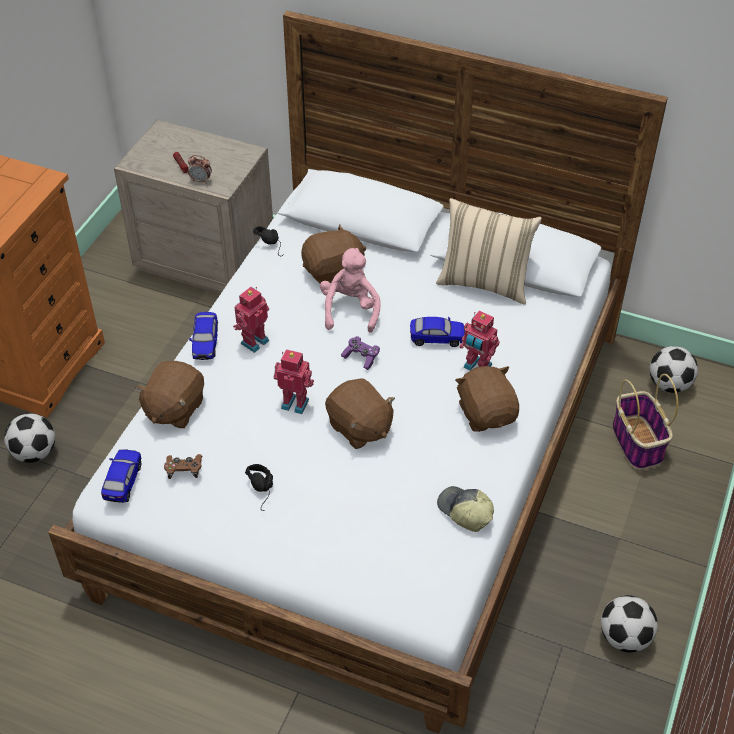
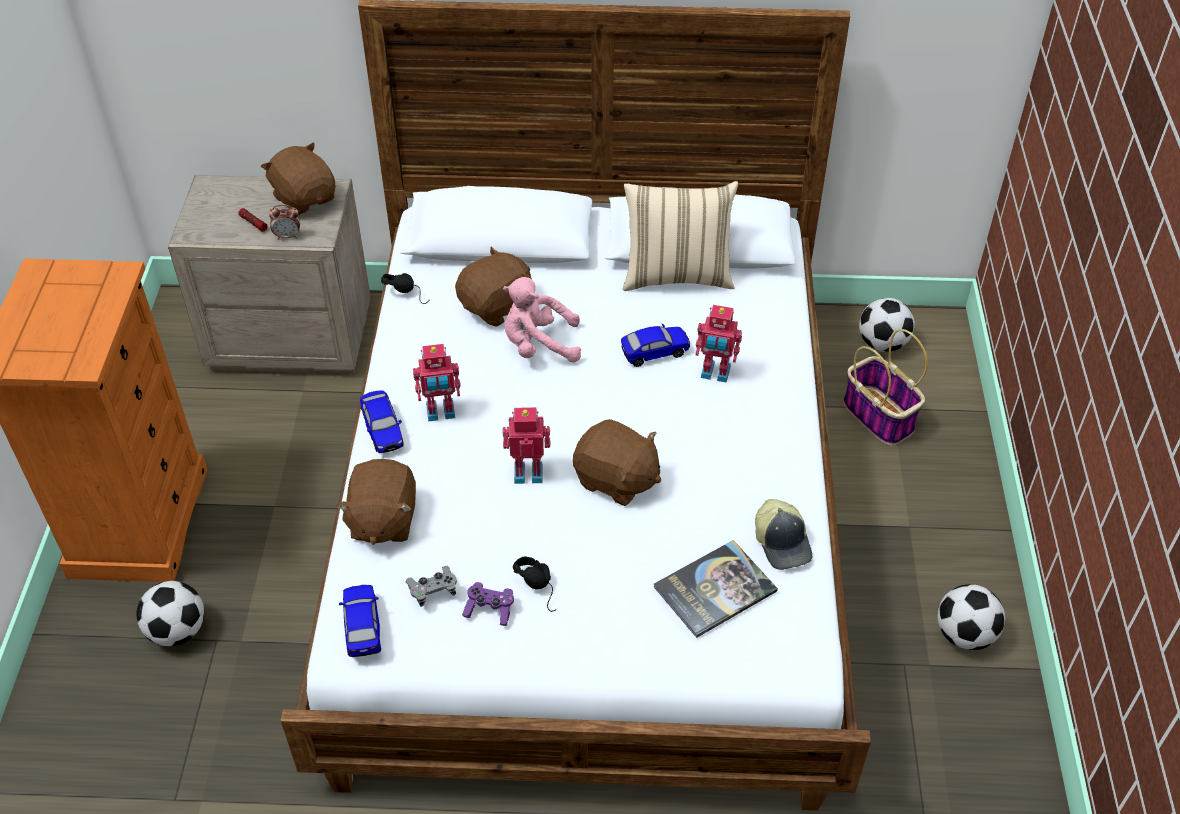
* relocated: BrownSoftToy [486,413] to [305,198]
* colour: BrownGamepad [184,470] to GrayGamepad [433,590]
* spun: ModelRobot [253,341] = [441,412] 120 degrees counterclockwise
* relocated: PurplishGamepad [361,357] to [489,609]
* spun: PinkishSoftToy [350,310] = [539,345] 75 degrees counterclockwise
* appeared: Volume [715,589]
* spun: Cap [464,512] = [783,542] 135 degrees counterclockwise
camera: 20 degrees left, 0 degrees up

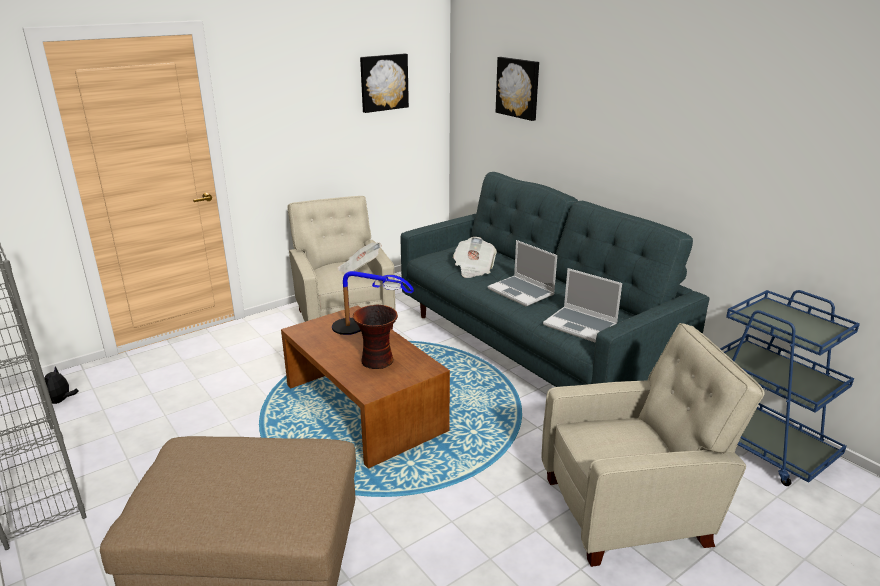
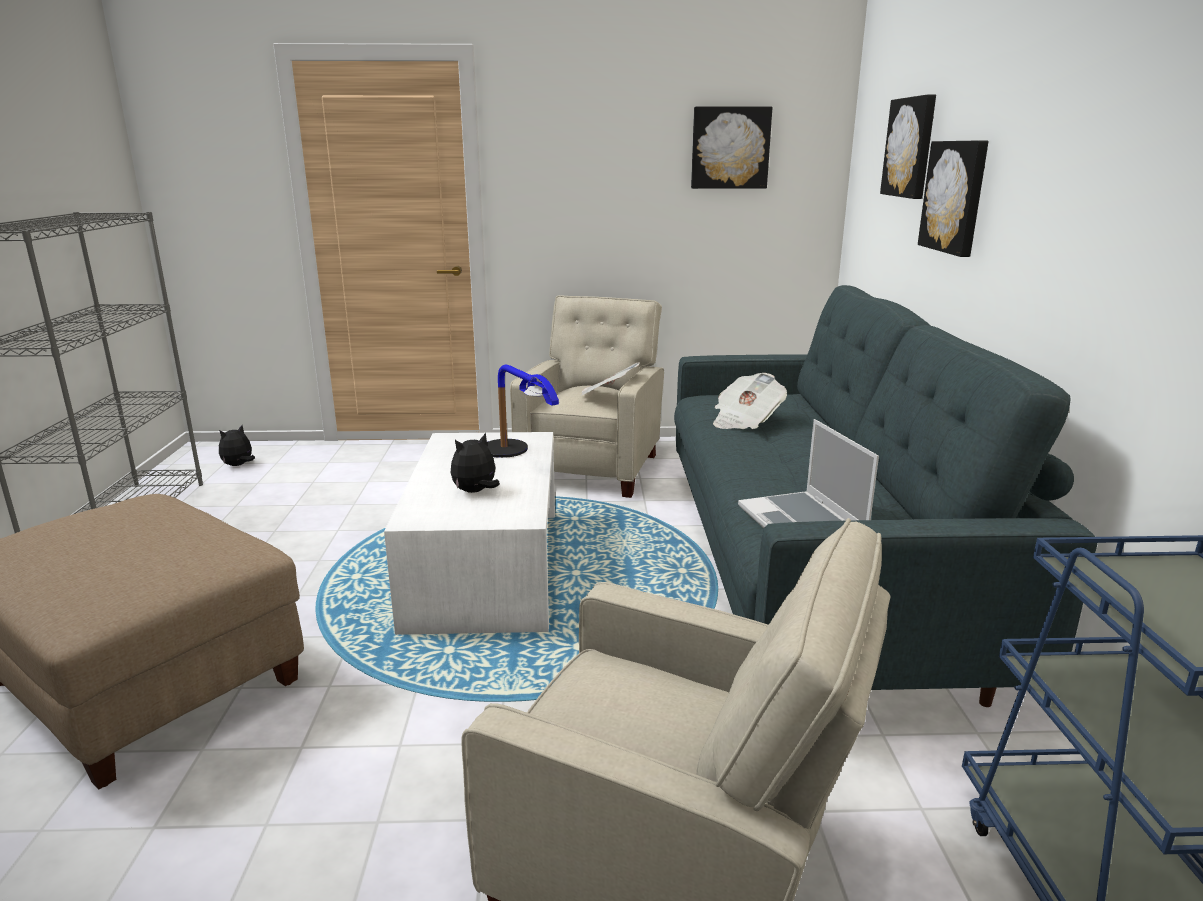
* colour: BrownLowTable [365,407] to WhitishLowTable [487,567]
* exchanged: DecorativeVase [377,361] to SoftToy [475,492]
* appeared: WallArt [955,197]
* missing: PortableComputer [522,292]
camera: 35 degrees right, 5 degrees down

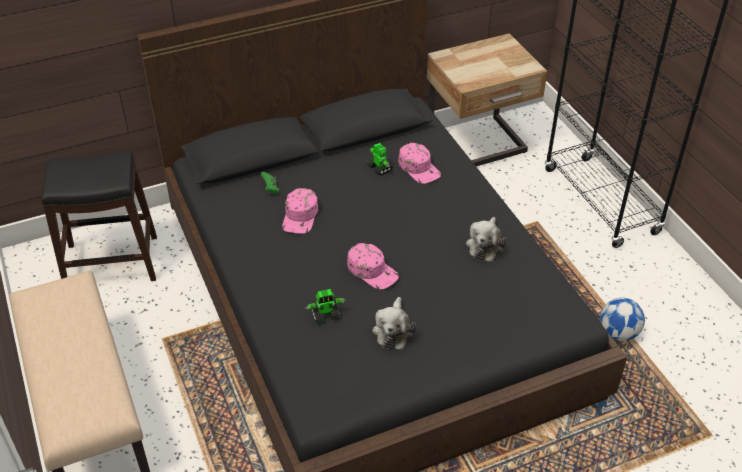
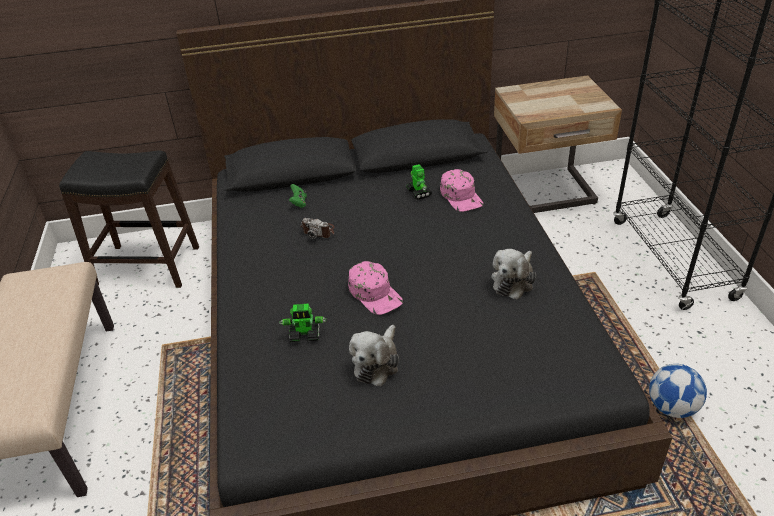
* exchanged: PinkishCap [300,216] to PhotoCamera [319,231]
camera: 15 degrees right, 5 degrees down

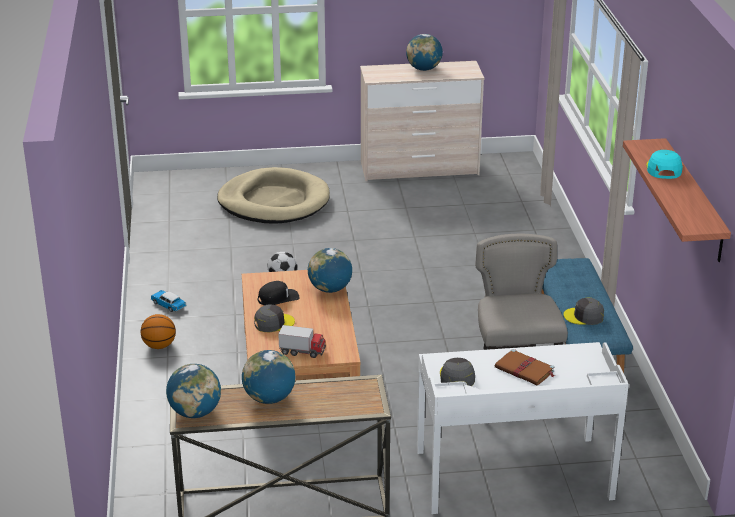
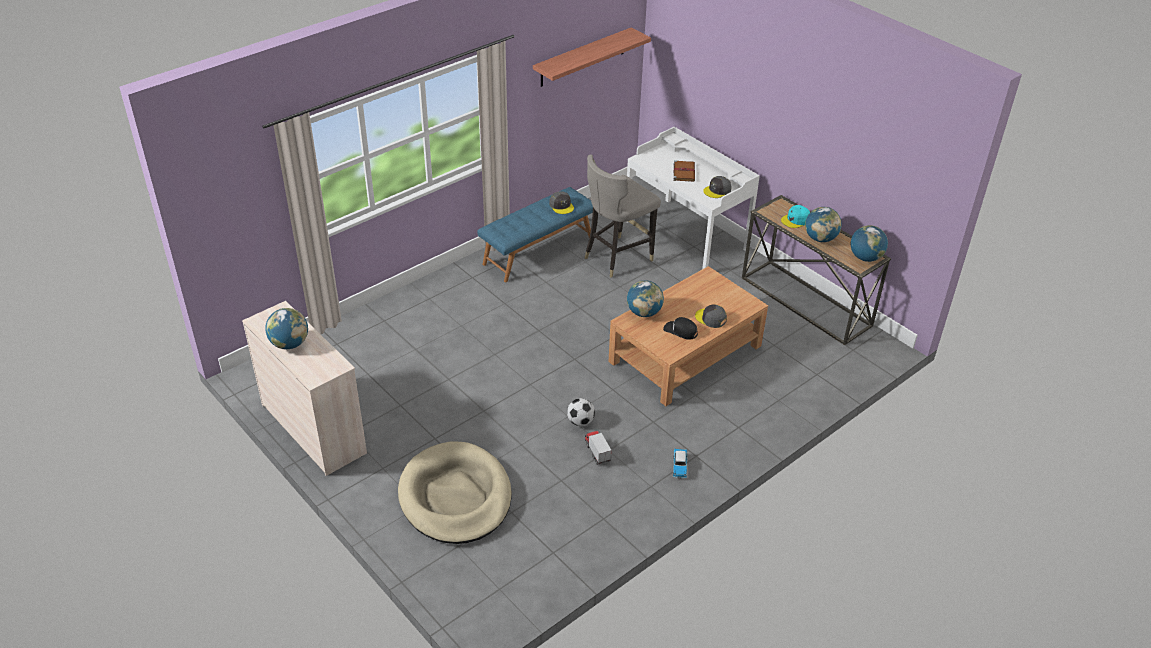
* relocated: ToyTruck [302,351] to [597,452]
* relocated: TurquoiseColouredCap [663,169] to [796,220]
* missing: BasketballBall [159,346]
camera: 125 degrees left, 10 degrees up

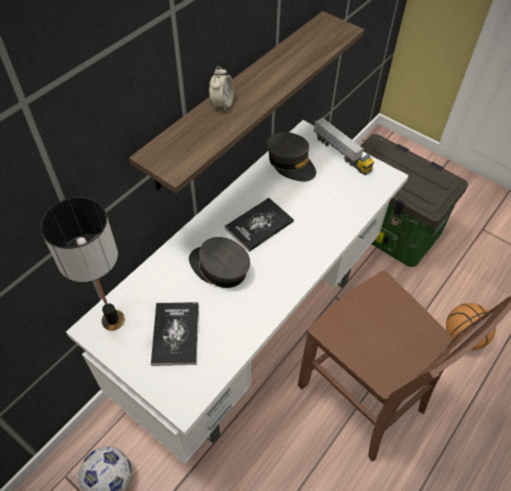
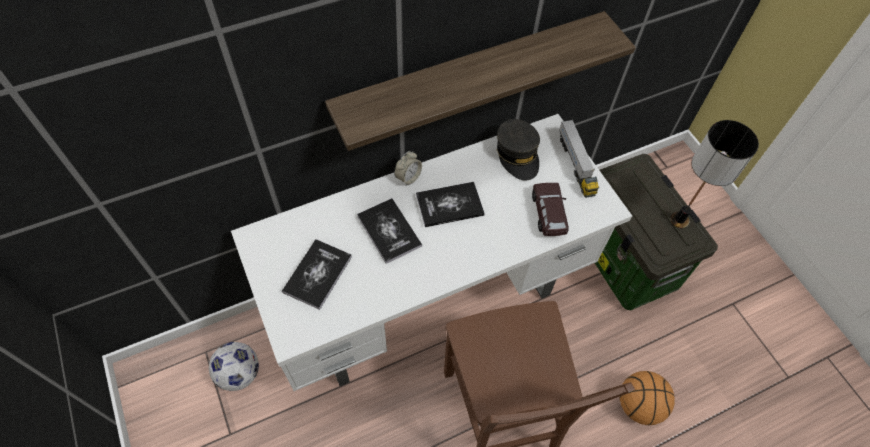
* exchanged: GrayCap [219,268] to Volume [389,231]
* relocated: TableClock [222,104] to [408,177]
* appeared: BrownMiniatureCar [548,214]
* relocated: LampForATable [112,320] to [678,220]
camera: 25 degrees right, 5 degrees up

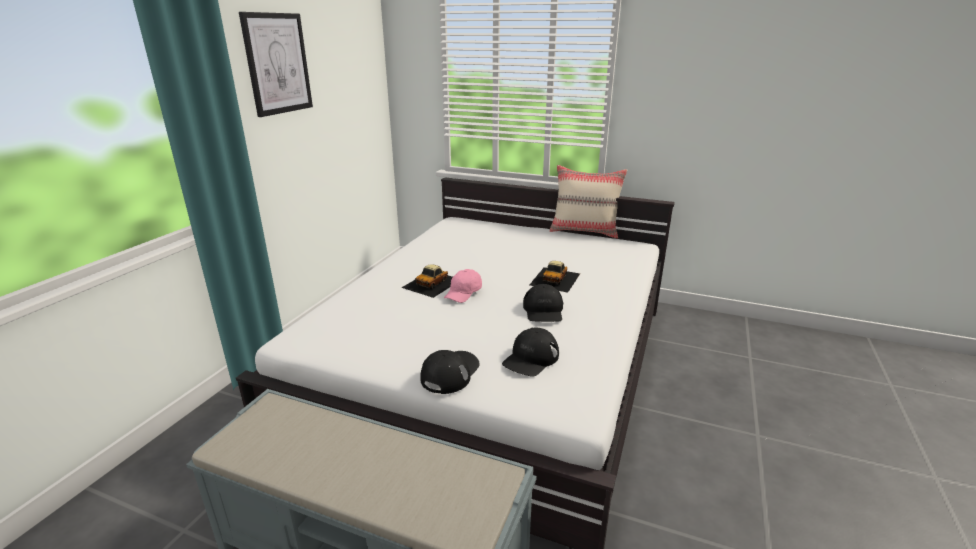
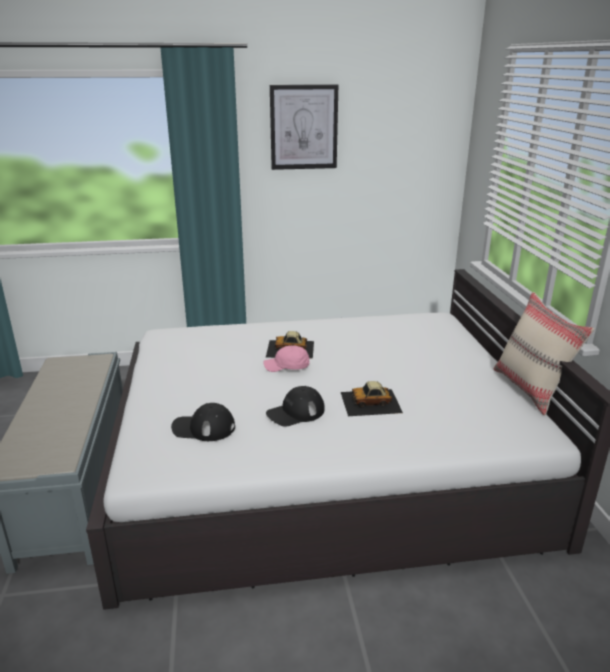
* missing: BlackCap [450,373]
camera: 60 degrees right, 0 degrees up

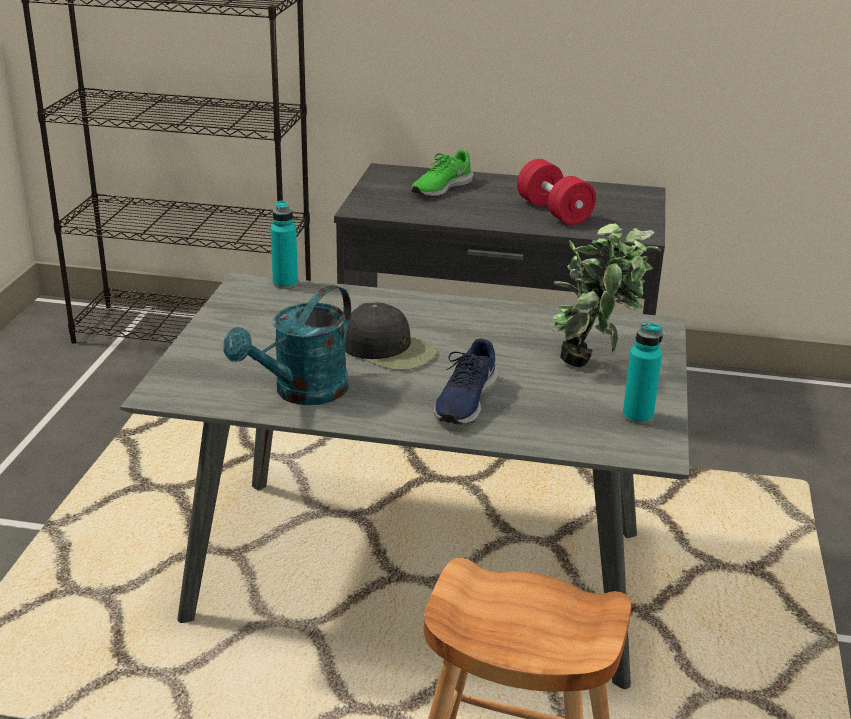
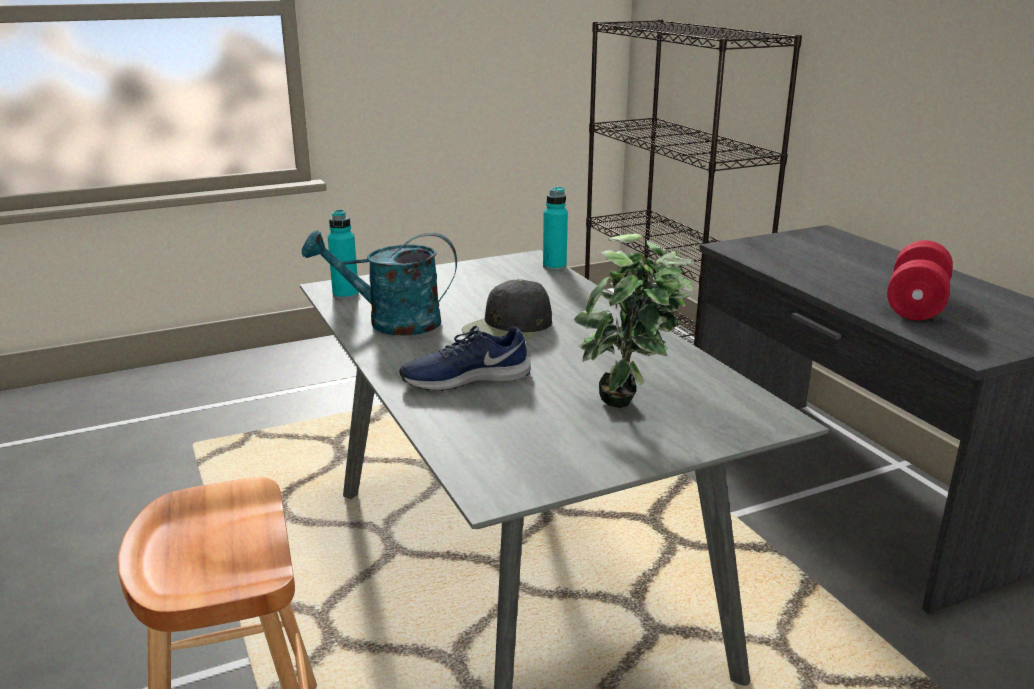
* relocated: TurquoiseColouredBeverageBottle [637,416] to [345,295]
* spun: BlackCap [390,350] = [508,327] 45 degrees clockwise
* missing: GreenShoe [440,188]
camera: 55 degrees right, 5 degrees down

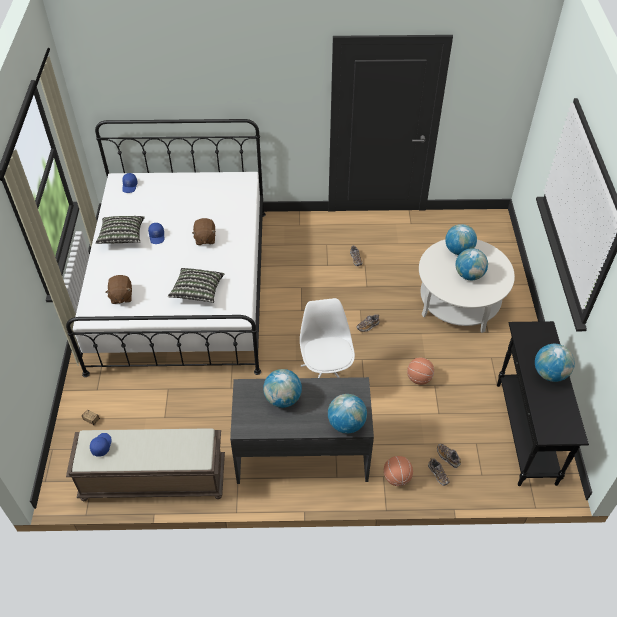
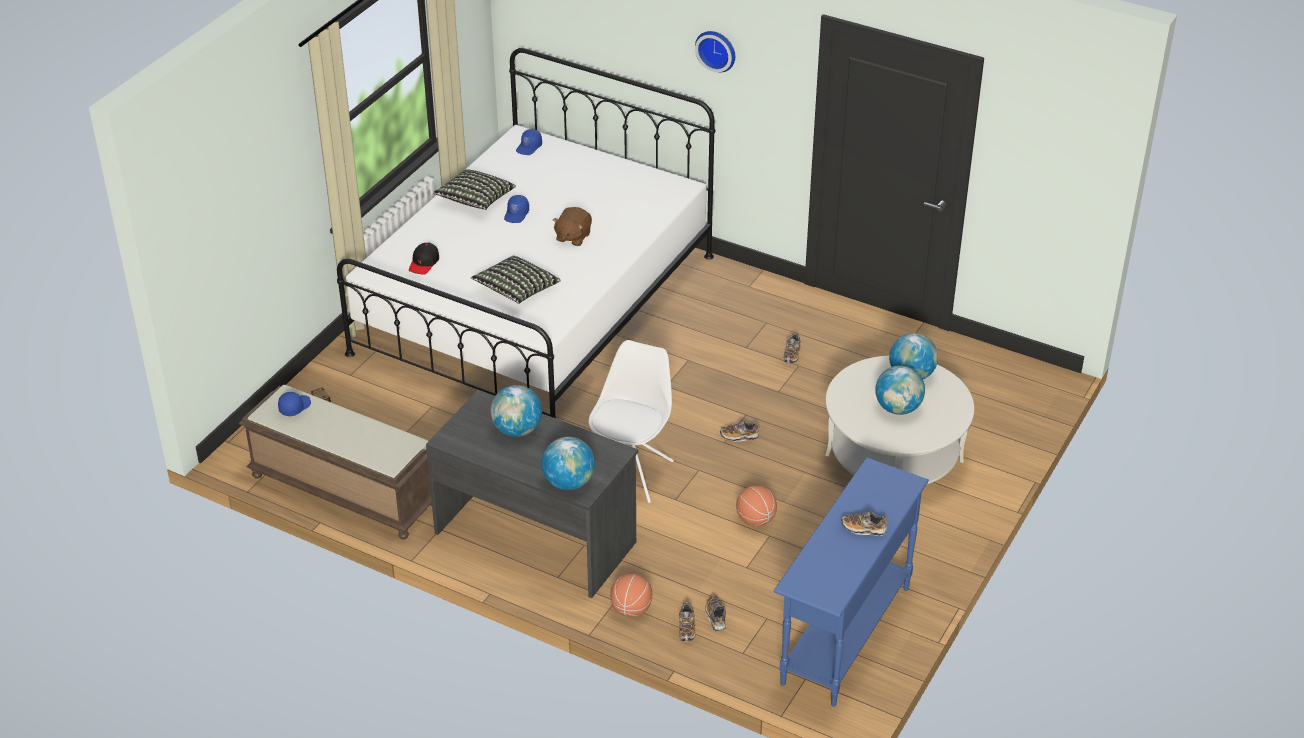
* exchanged: BrownSoftToy [121,296] to BlackCap [424,263]
* appeared: HangingClock [717,49]
* colour: BlackHallTable [525,433] to BlueHallTable [844,635]
* exchanged: WorldGlobe [550,373] to Shoe [863,529]
camera: 30 degrees right, 10 degrees down

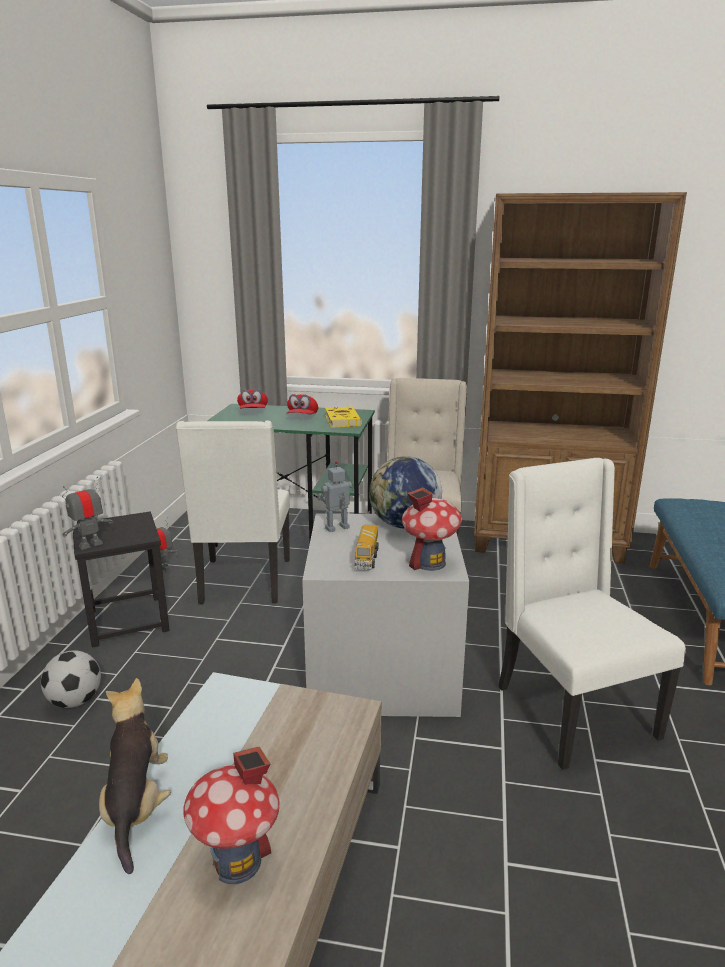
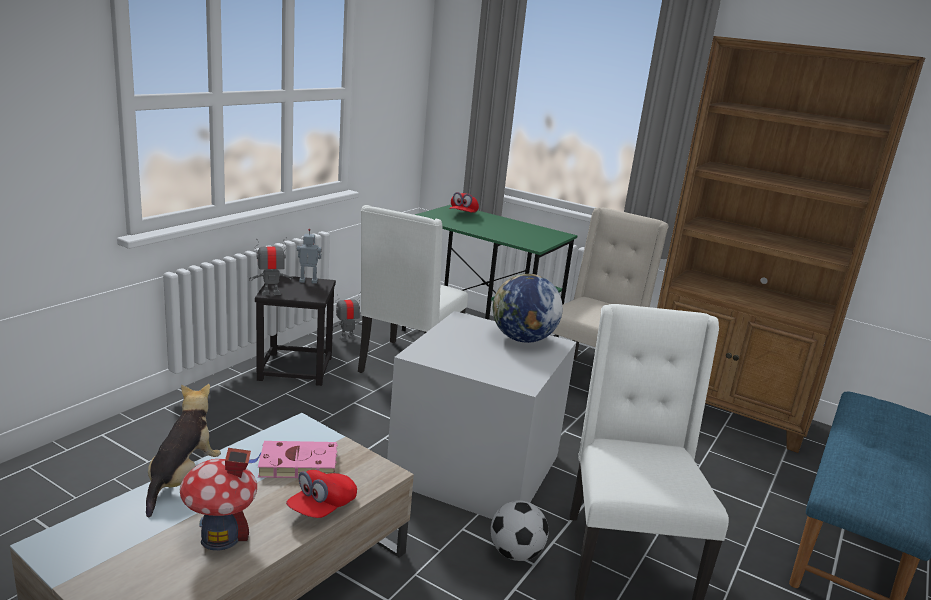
* appeared: PinkishVolume [295,464]
* relocated: ReddishCap [302,418] to [322,508]
* relocated: ModelRobot [337,528] to [308,282]
* relocated: FootballBall [75,701] to [515,553]
* missing: YellowVolume [342,420]
* missing: ToyTruck [366,559]
* missing: ToyHouse [429,563]
camera: 20 degrees right, 0 degrees up

